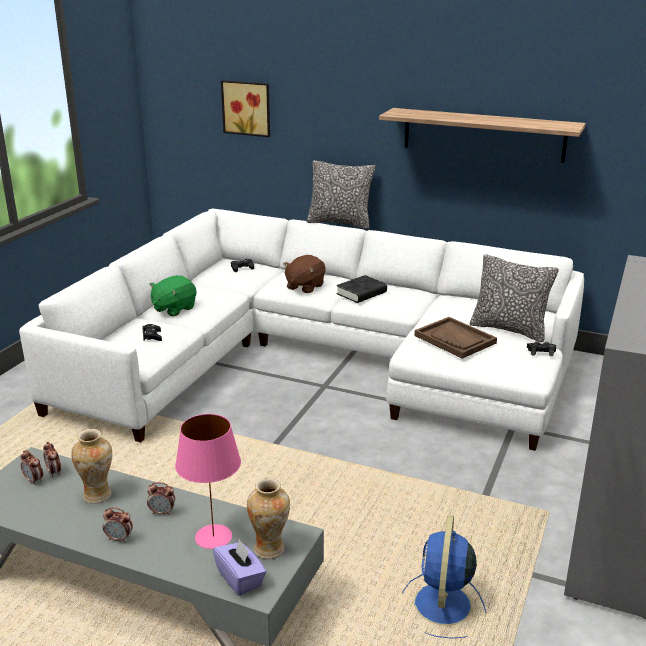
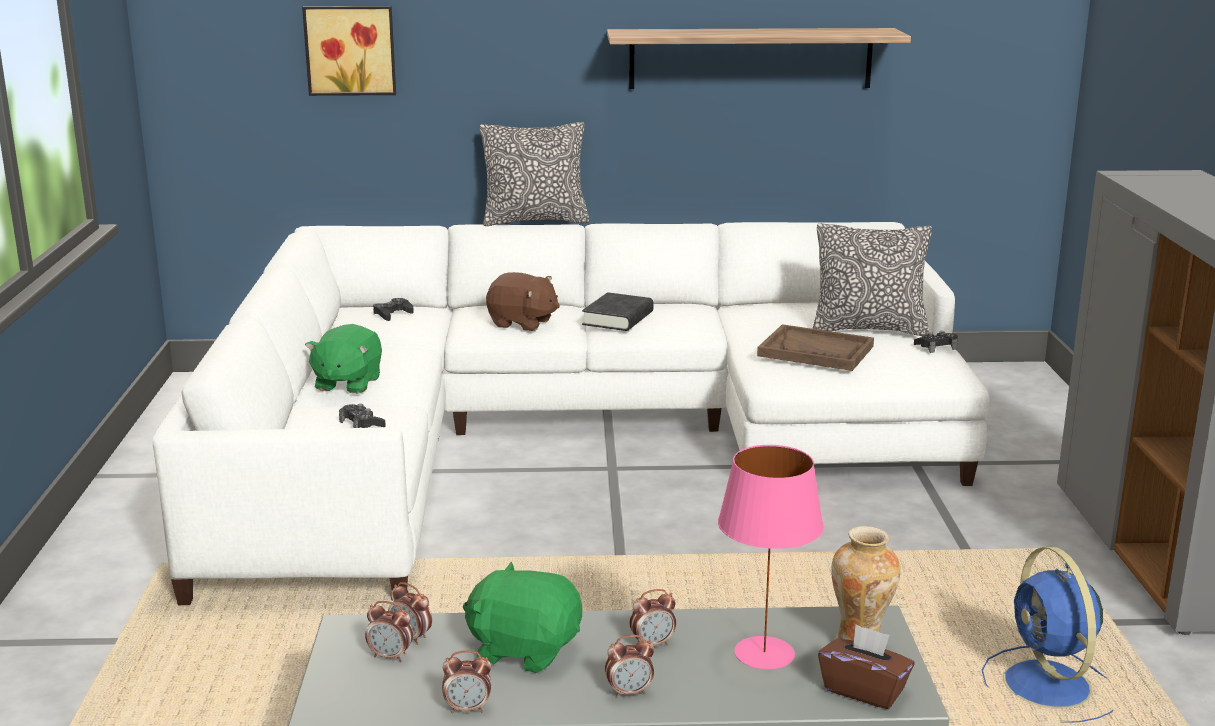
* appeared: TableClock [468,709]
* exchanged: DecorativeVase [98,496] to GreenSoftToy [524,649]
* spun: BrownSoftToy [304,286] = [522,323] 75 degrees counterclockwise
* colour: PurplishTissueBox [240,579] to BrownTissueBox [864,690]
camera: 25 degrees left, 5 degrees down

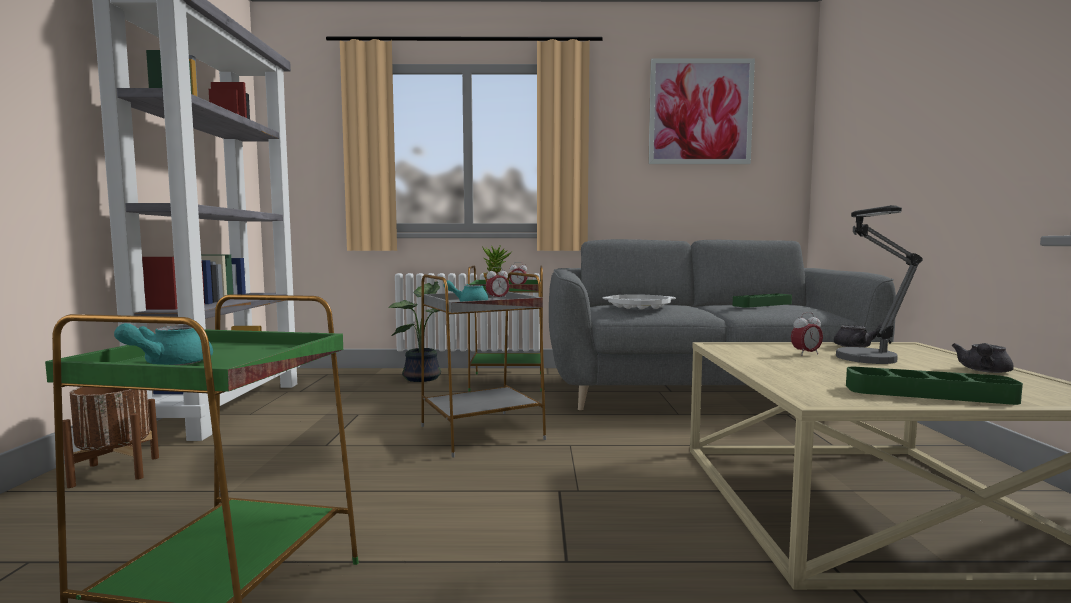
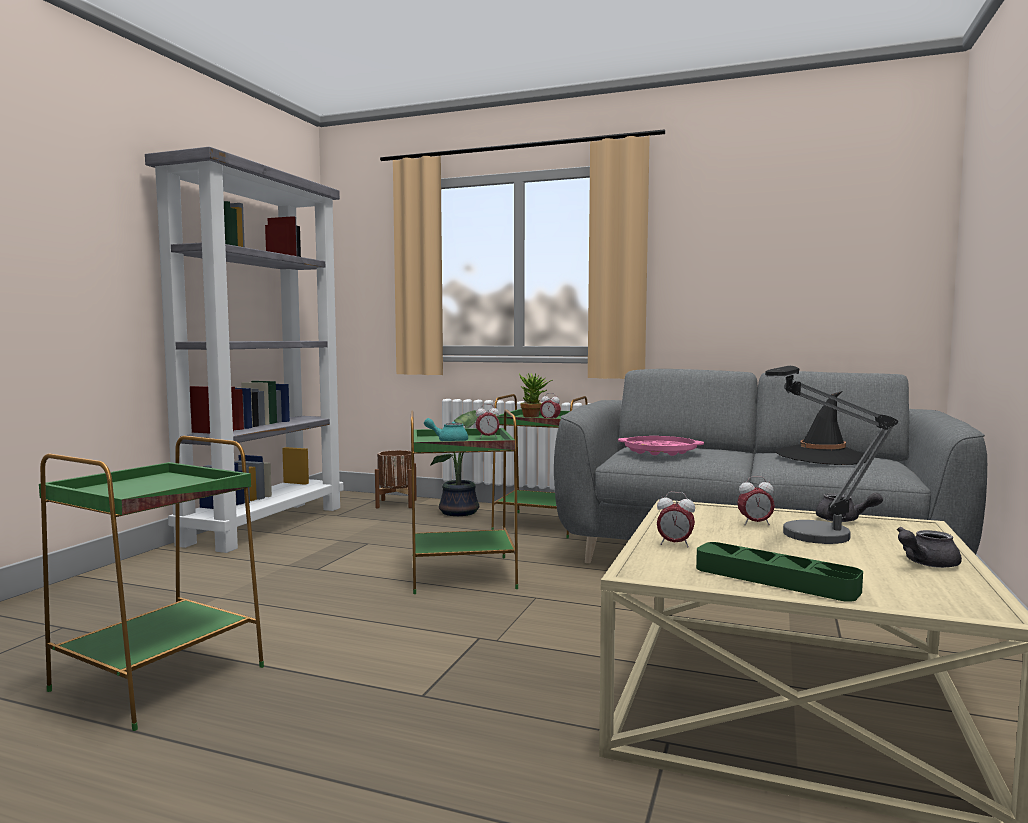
* relocated: BrownPlantPot [115,471] to [396,504]
* colour: GrayAccentTable [483,432] to GreenAccentTable [463,574]
* colour: WhitishTray [638,306] to PinkishTray [660,451]
* appeared: TableClock [675,544]
* exchanged: GreenTray [762,304] to BlackWearableHat [822,457]
* missing: TurquoiseColouredTeapot [169,364]
* missing: WallArt [700,112]
camera: 20 degrees right, 0 degrees up

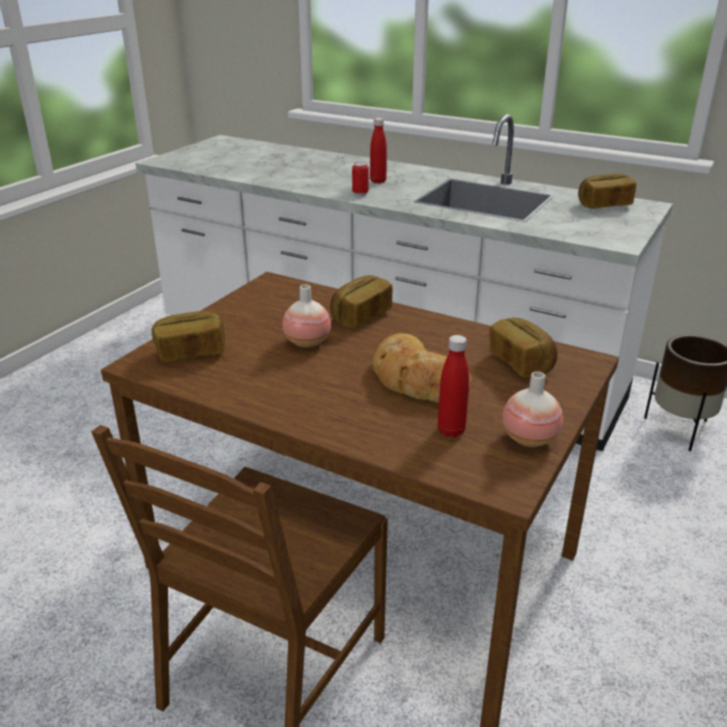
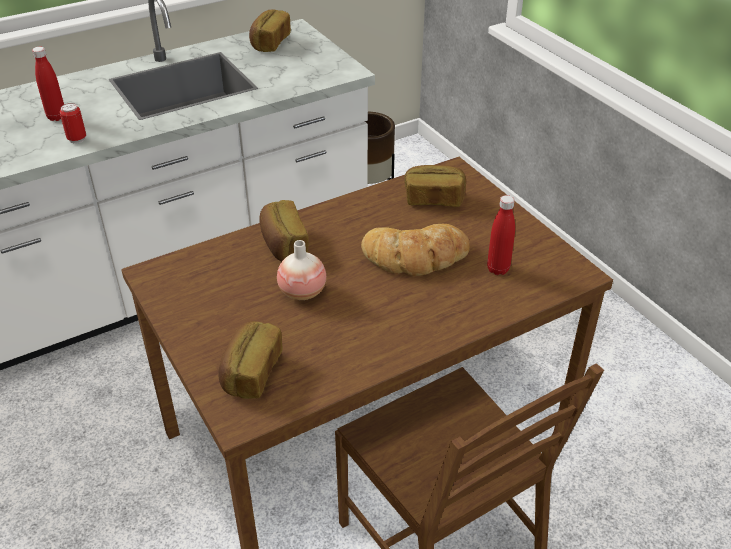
* missing: DecorativeVase [529,439]
camera: 60 degrees left, 10 degrees up

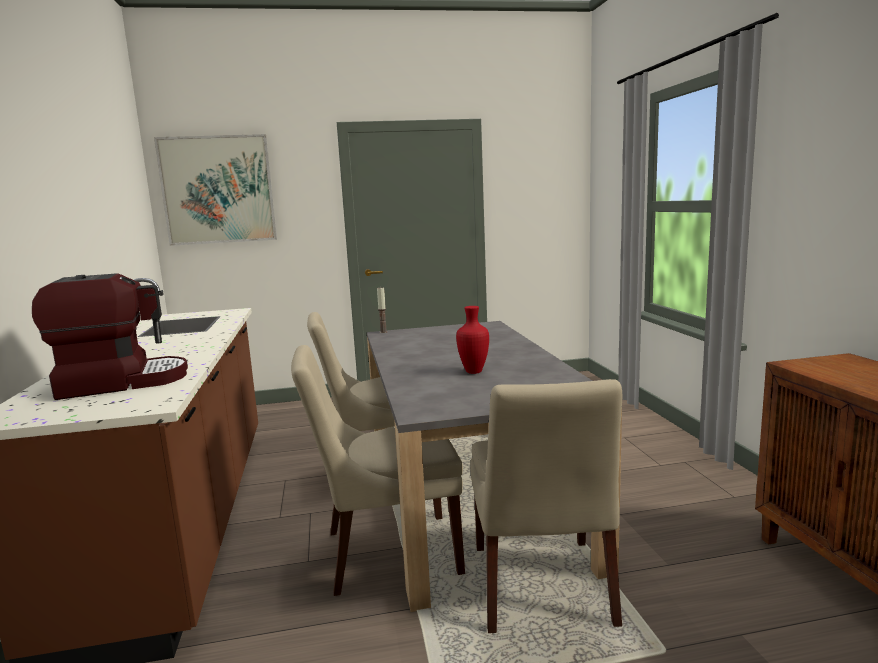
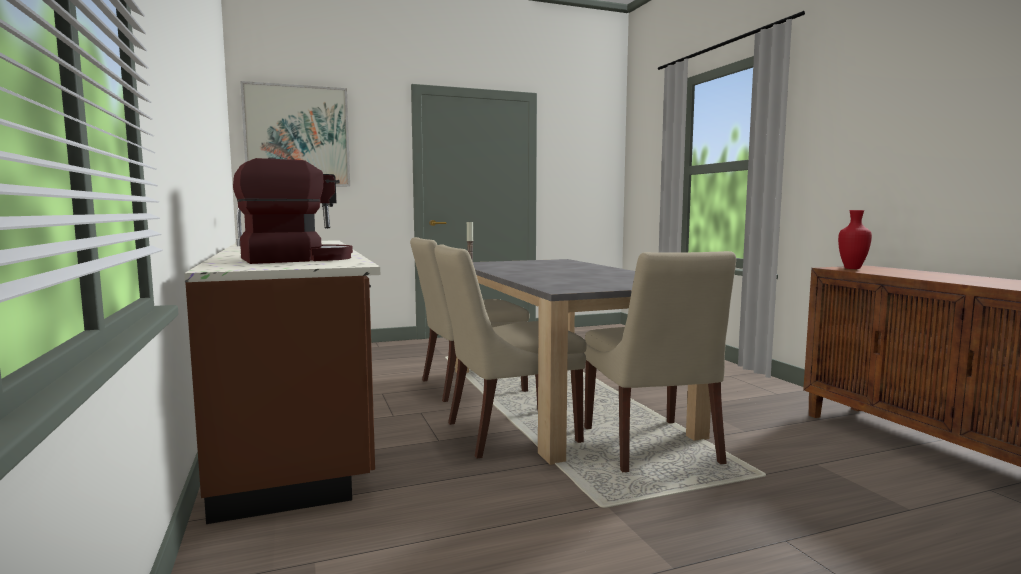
* relocated: ReddishDecorativeVase [473,372] to [852,268]
camera: 10 degrees left, 5 degrees down

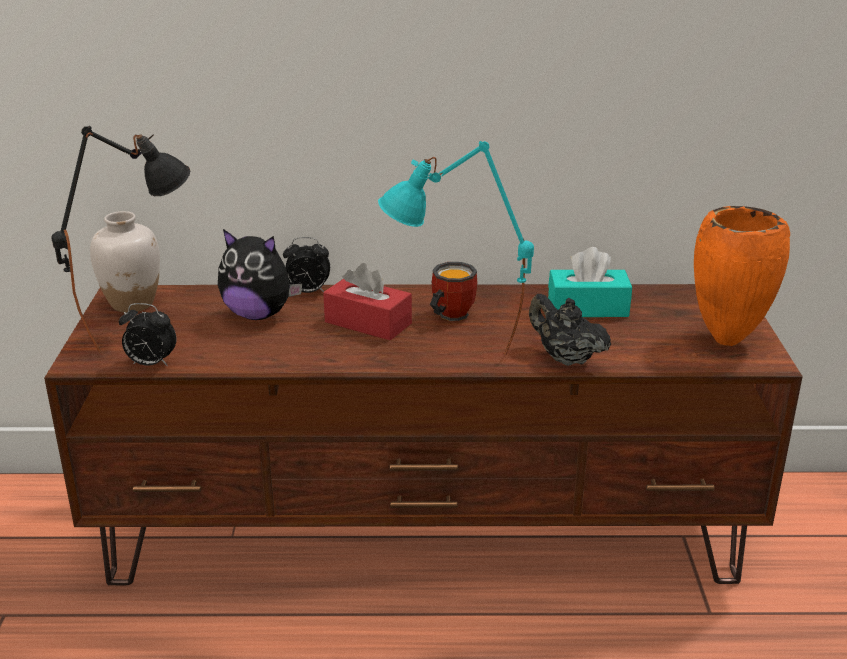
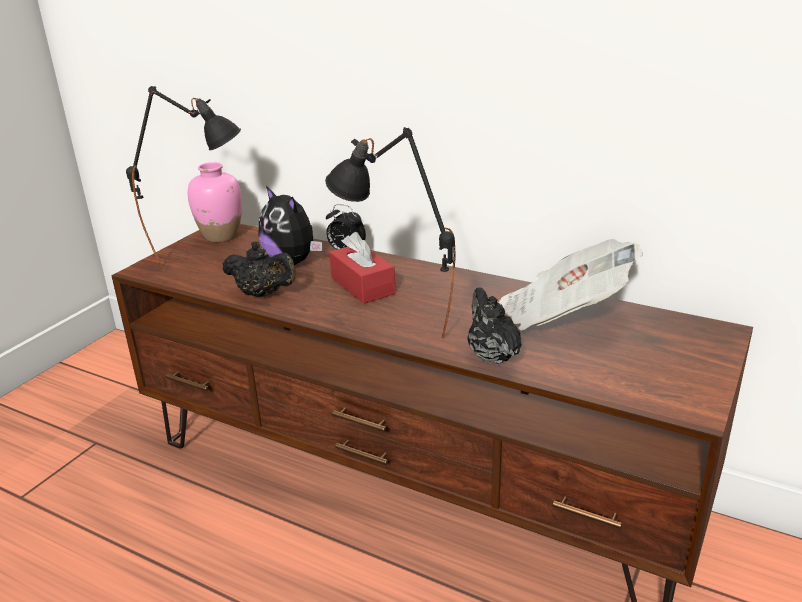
* colour: WhitishDecorativeVase [132,303] to PinkishDecorativeVase [221,236]
* appeared: BlackTeapot [263,294]
* colour: TurquoiseColouredLampForATable [454,360] to BlackLampForATable [394,332]
* exchanged: TurquoiseColouredTissueBox [588,308] to DailyPaper [562,314]
* missing: TableClock [150,364]
* missing: CoffeeMug [448,316]
* missing: OrangeDecorativeVase [726,342]
camera: 30 degrees right, 0 degrees up

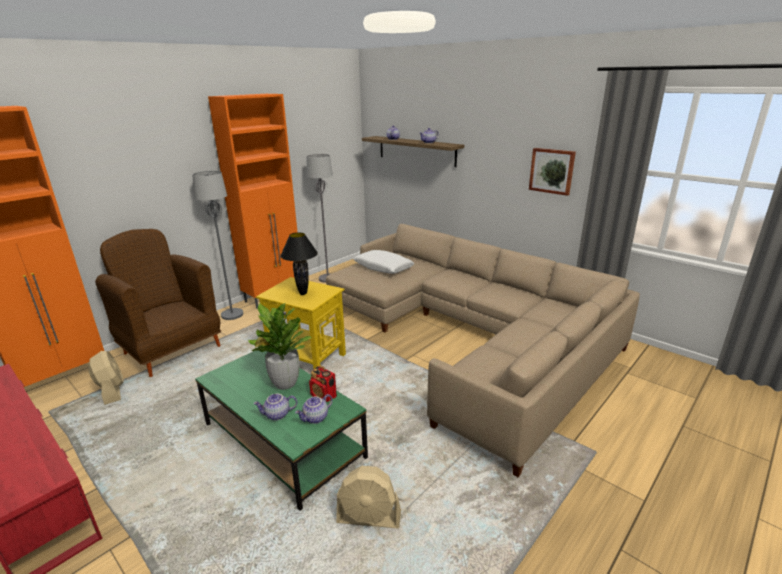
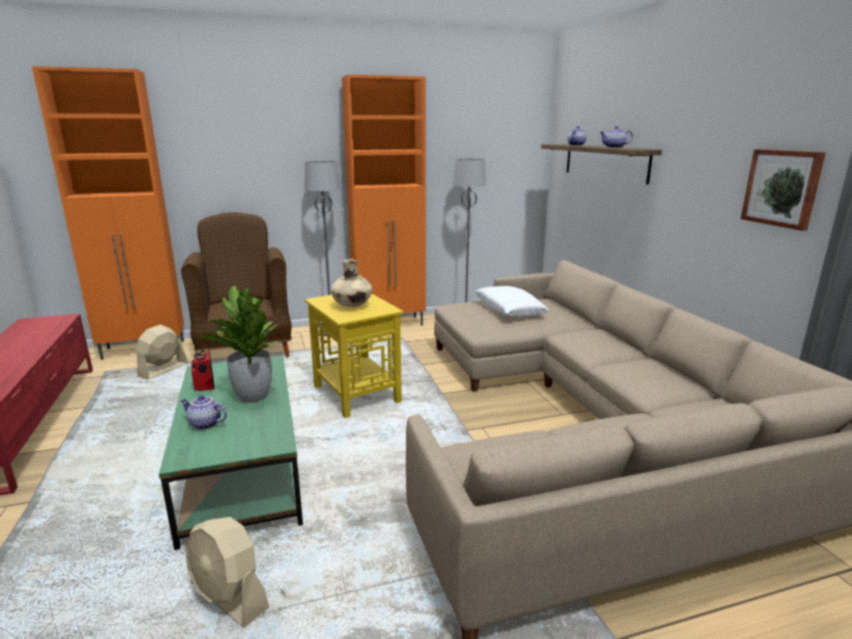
* spun: BeigeElectricFan [111,391] = [163,370] 150 degrees counterclockwise
* relocated: RadioSet [324,396] to [204,386]
* exchanged: BlackLampForATable [303,293] to BeigeDecorativeVase [352,306]
* missing: Teapot [315,418]
camera: 30 degrees right, 5 degrees down

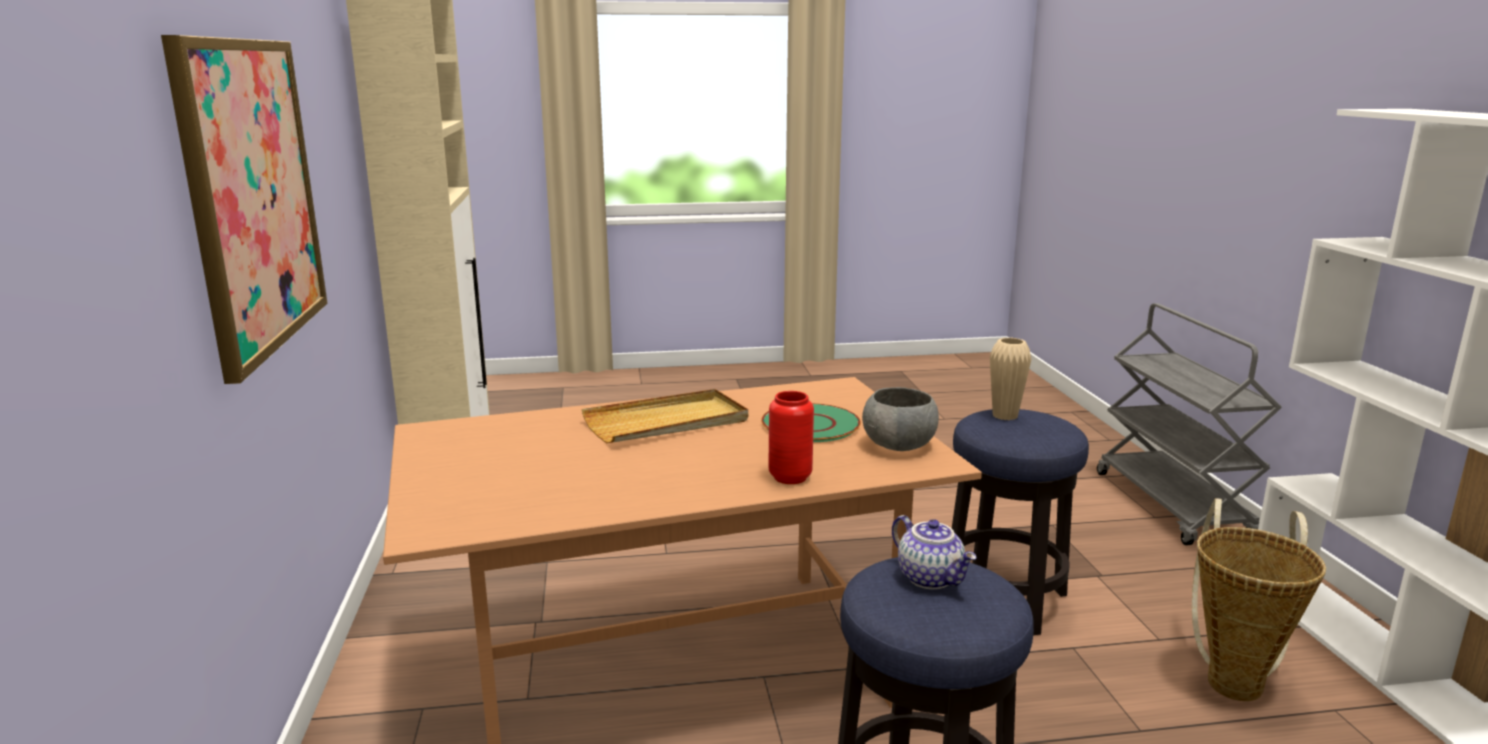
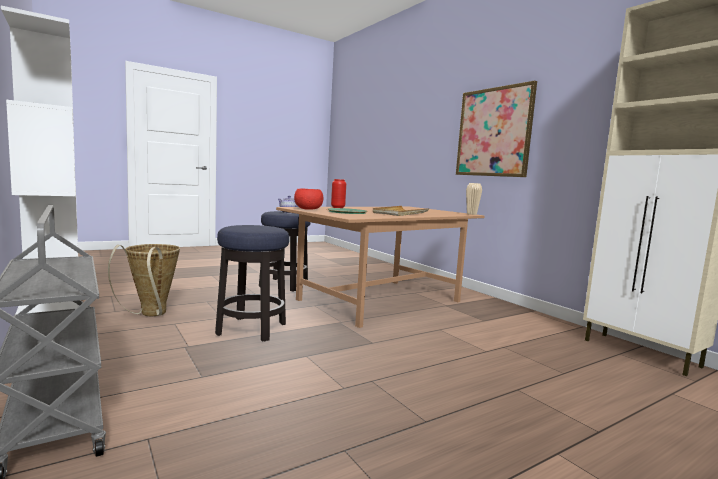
* colour: GrayBowl [897,445] to ReddishBowl [308,209]
* relocated: BeigeDecorativeVase [1005,416] to [471,214]
camera: 155 degrees right, 10 degrees down

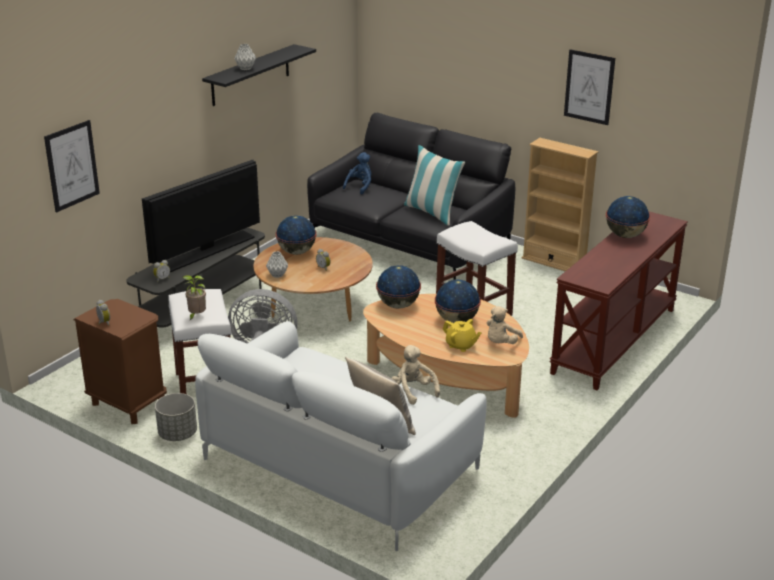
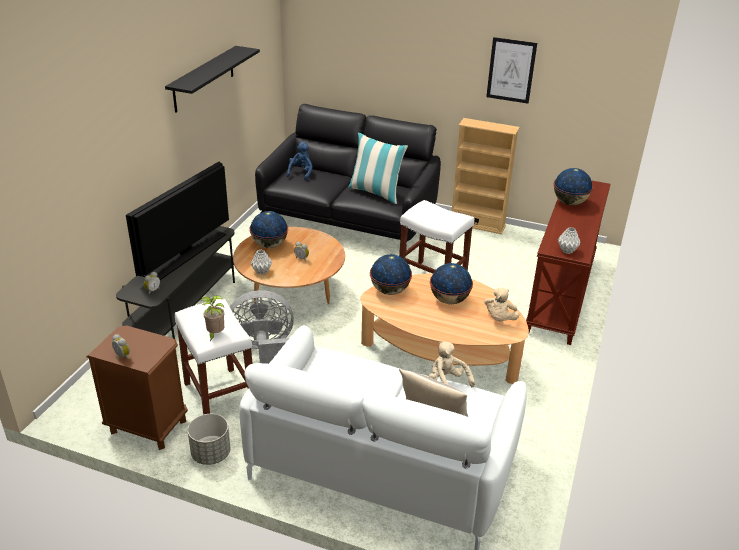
* relocated: GrayDecorativeVase [246,68] to [567,251]
* missing: WallArt [72,165]
* missing: YellowTeapot [461,345]
camera: 15 degrees left, 5 degrees up

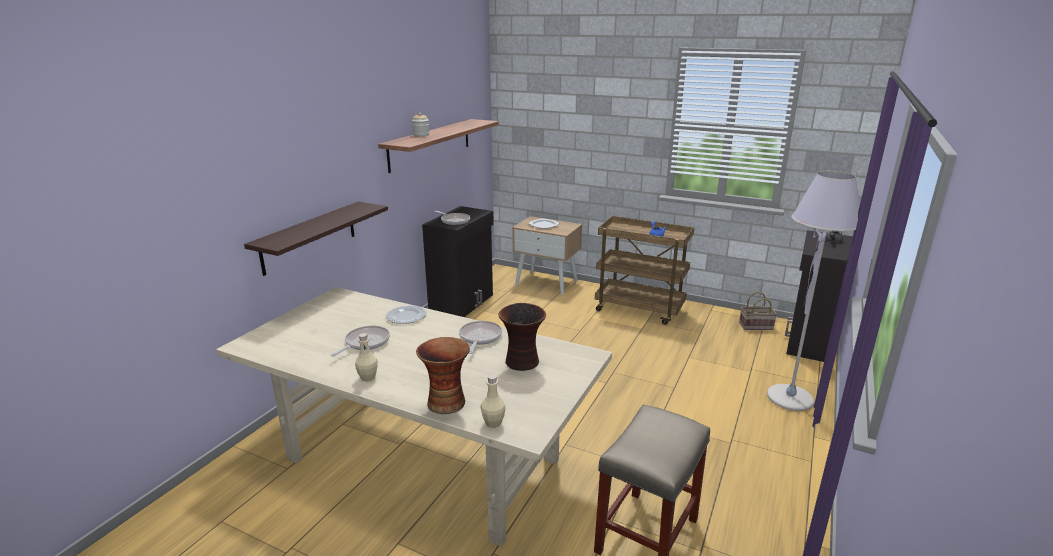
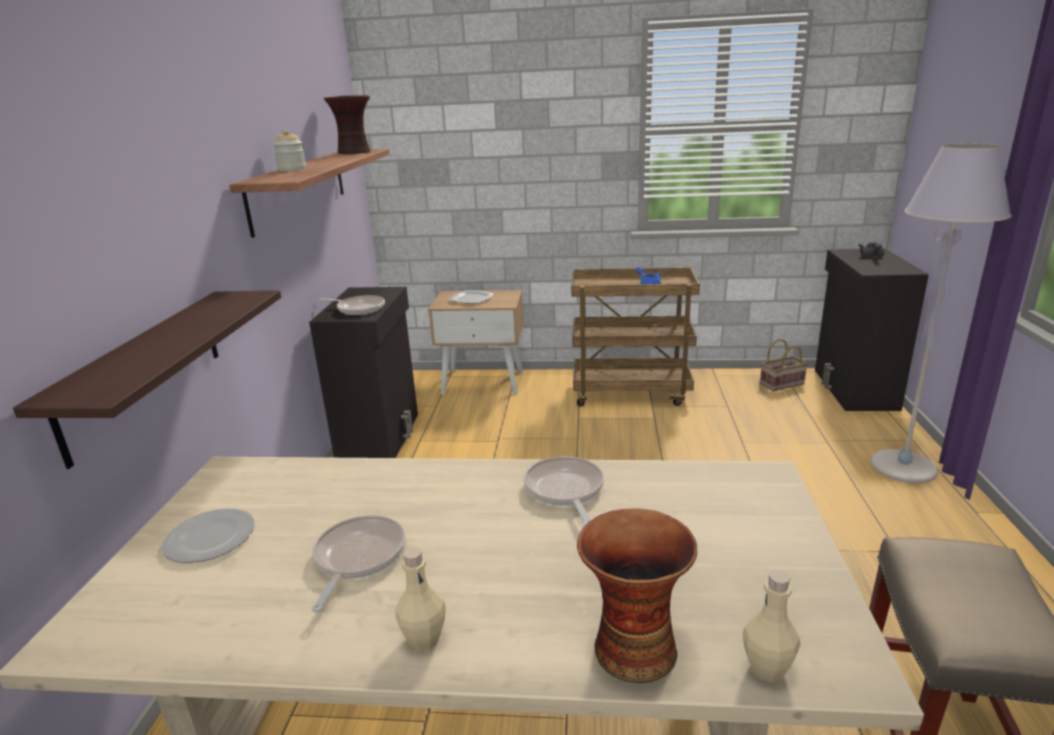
* relocated: Plate [406,316] to [209,539]
* relocated: DecorativeVase [522,362] to [355,152]
camera: 20 degrees left, 0 degrees up

